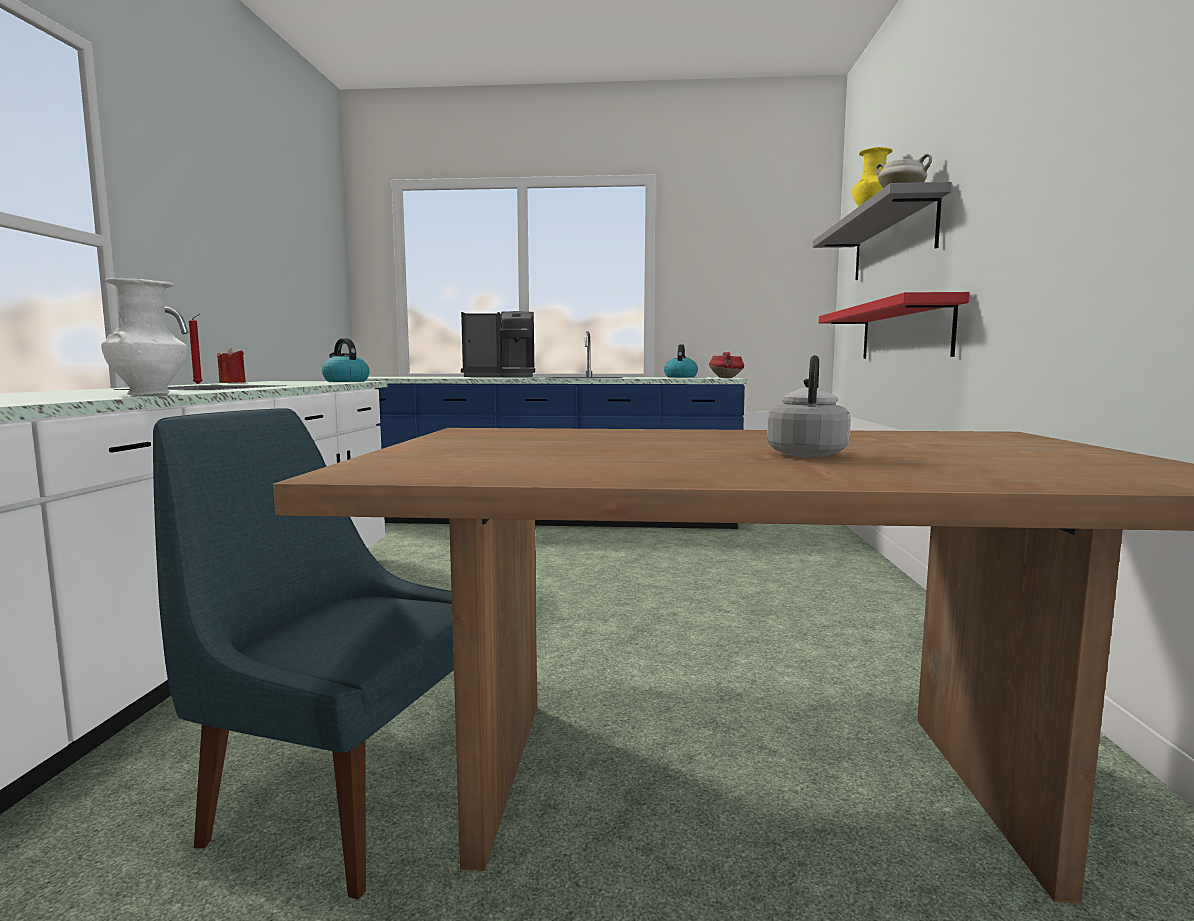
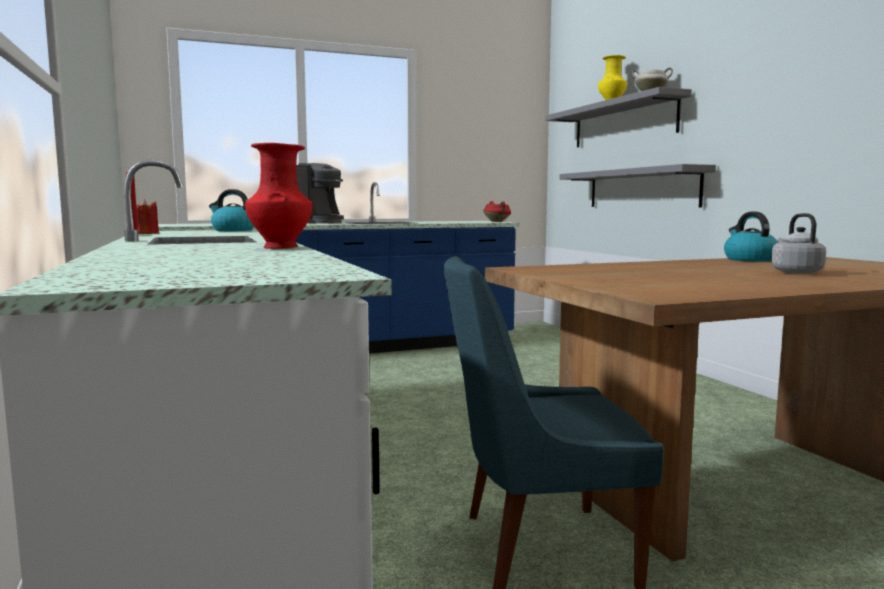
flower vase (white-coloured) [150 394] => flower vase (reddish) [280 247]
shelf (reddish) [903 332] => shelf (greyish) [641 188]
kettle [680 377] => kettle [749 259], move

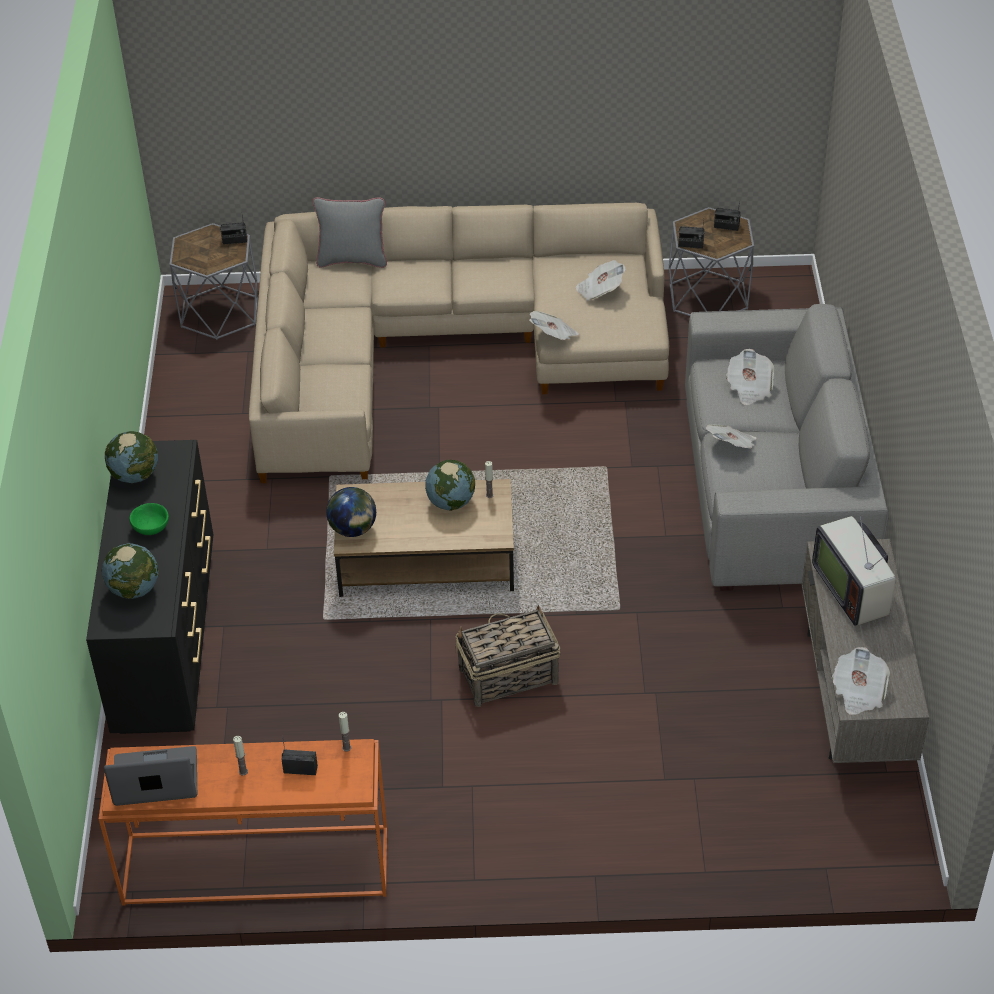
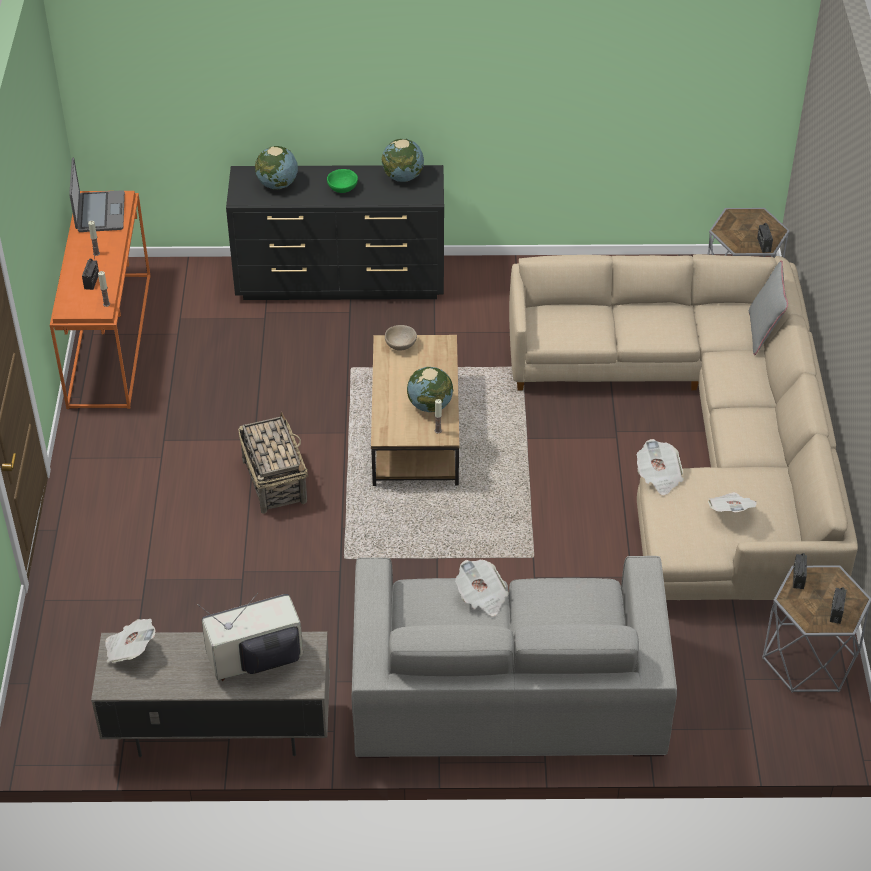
world globe [353 529] => bowl (beige-coloured) [400 345]
daily paper [749 388] => nothing

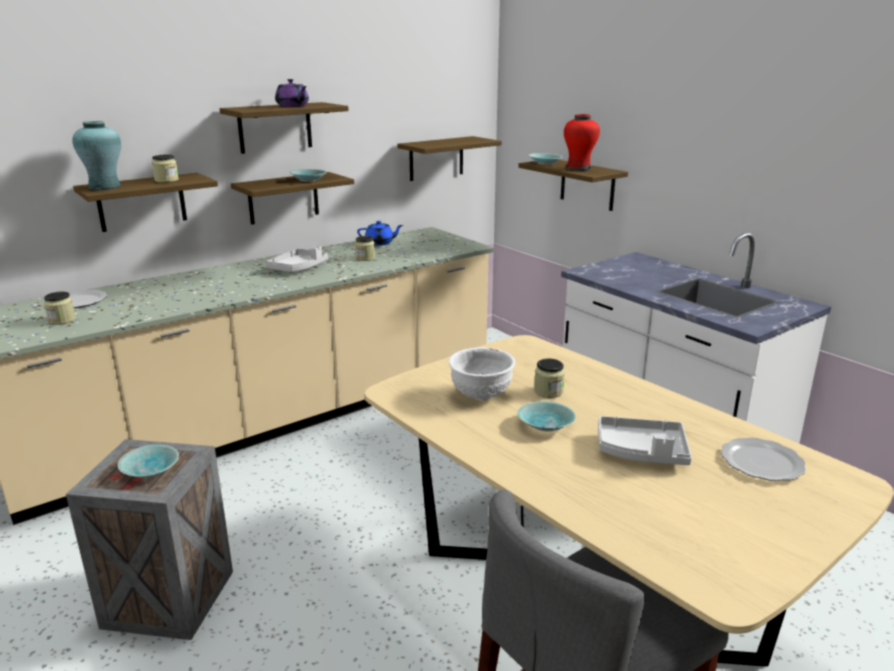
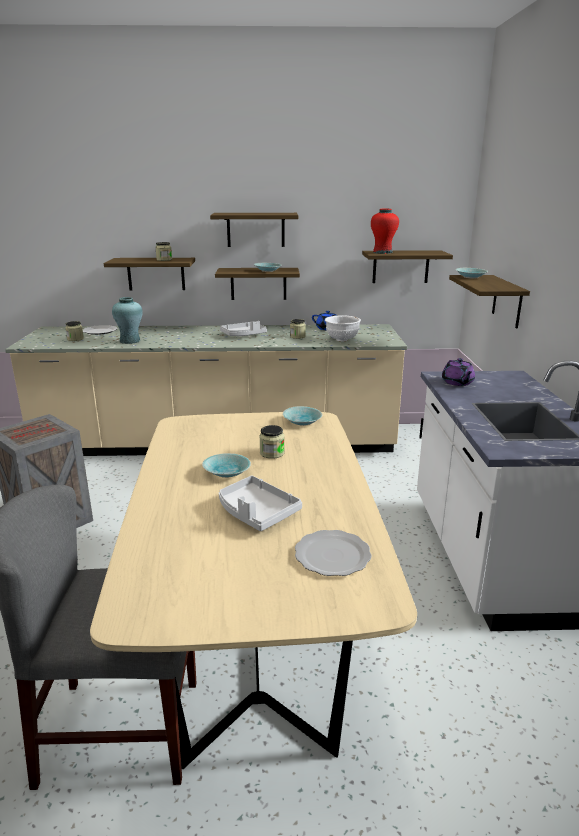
flower vase (turquoise) [104 187] => flower vase (turquoise) [130 341], move
bowl (turquoise) [152 469] => bowl (turquoise) [303 422], move
bowl (white-coloured) [480 395] => bowl (white-coloured) [341 340], move
flower vase (reddish) [578 168] => flower vase (reddish) [382 252], move
tea pot (purplish) [292 106] => tea pot (purplish) [457 383], move

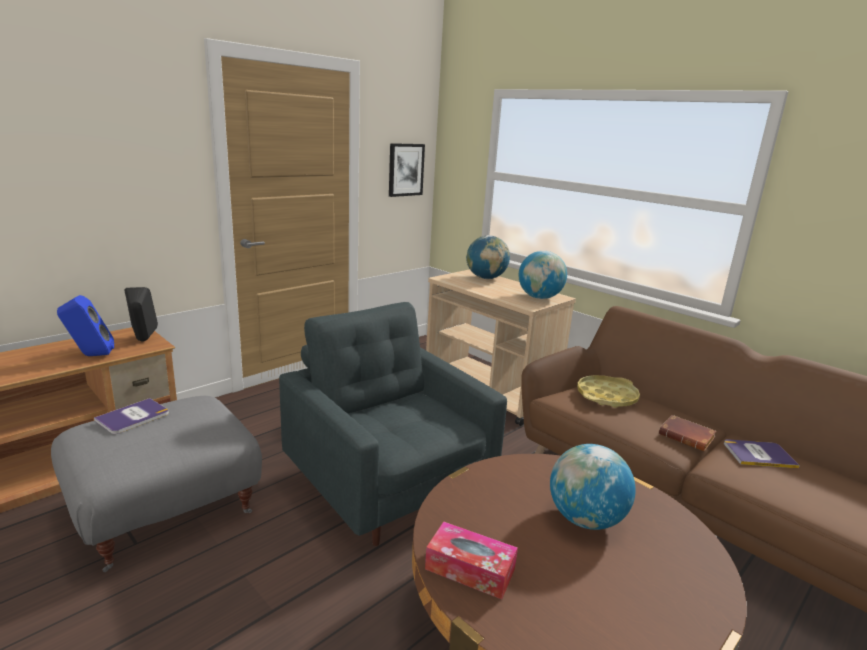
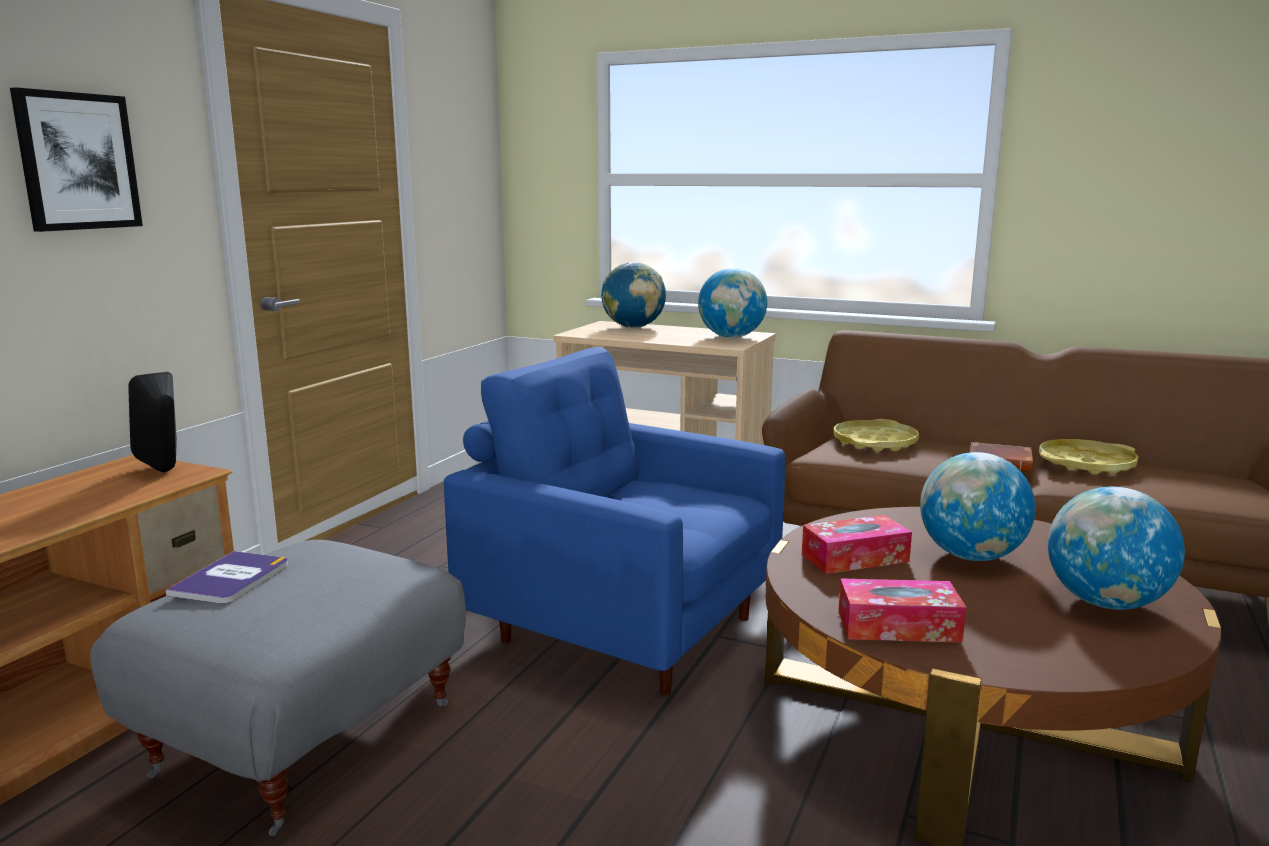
picture [405 169] => picture [77 161], move
easy chair (greyish) [388 485] => easy chair (blue-coloured) [622 627]
nothing => tissue box [855 558]
volume [759 454] => serving tray (yellow) [1086 464]
nothing => world globe [1105 603]
loudspeaker (blue-coloured) [90 355] => nothing

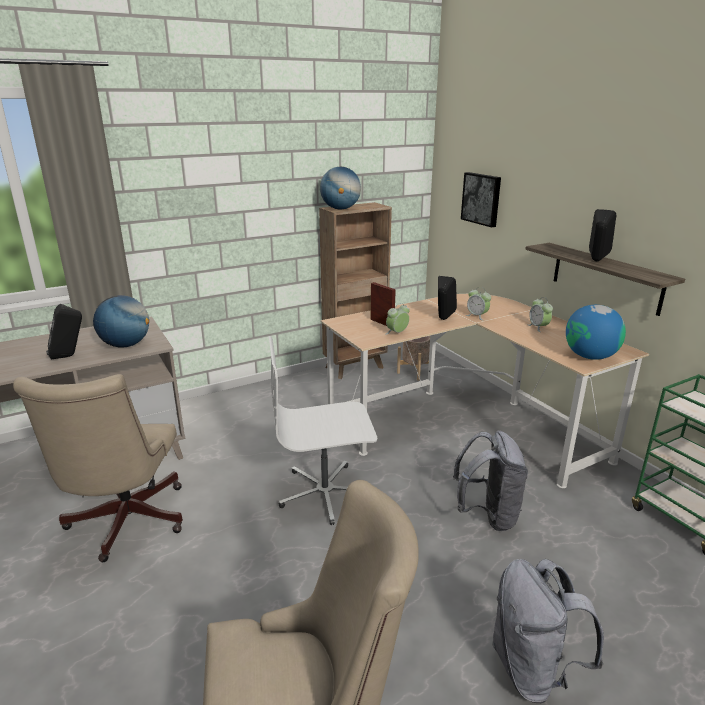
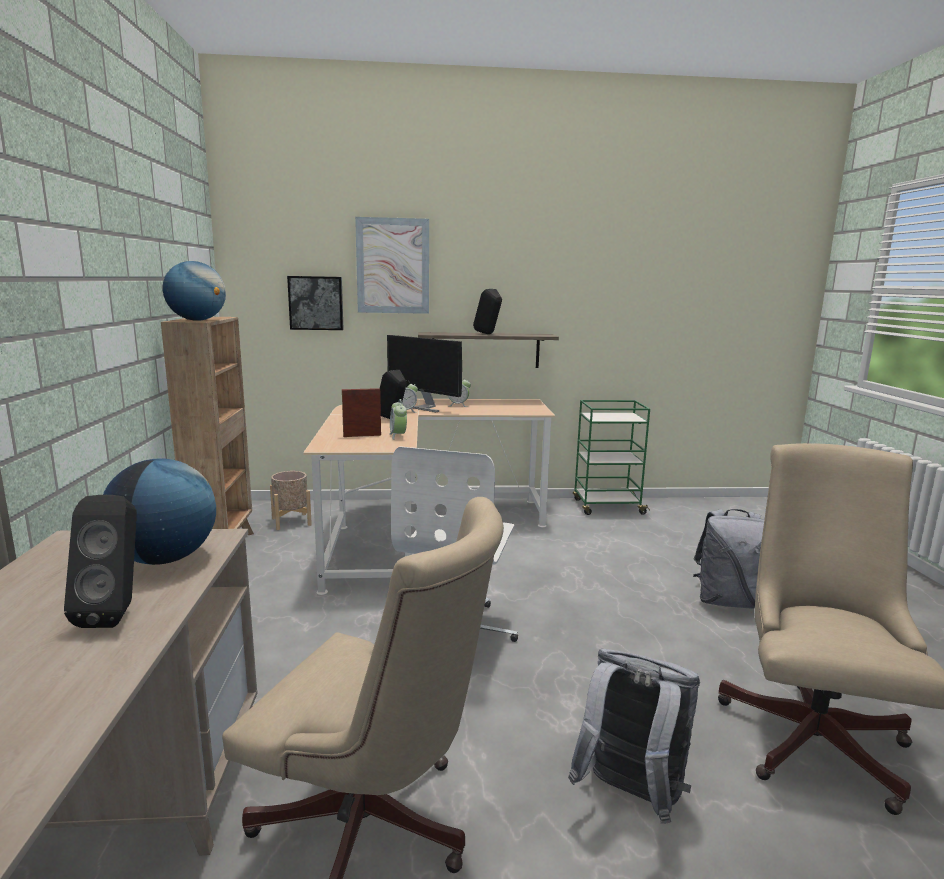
nothing => picture [393 266]
nothing => computer screen [424 407]
rucksack (greyish) [488 515] => rucksack (greyish) [629 796], move
world globe [590 356] => nothing

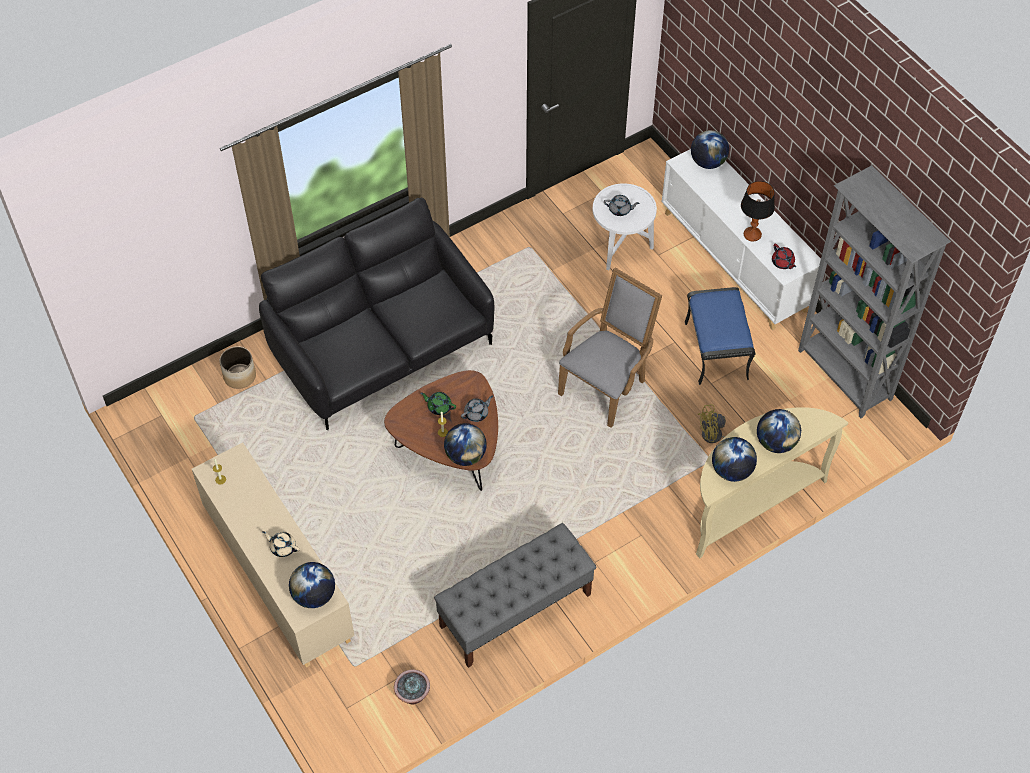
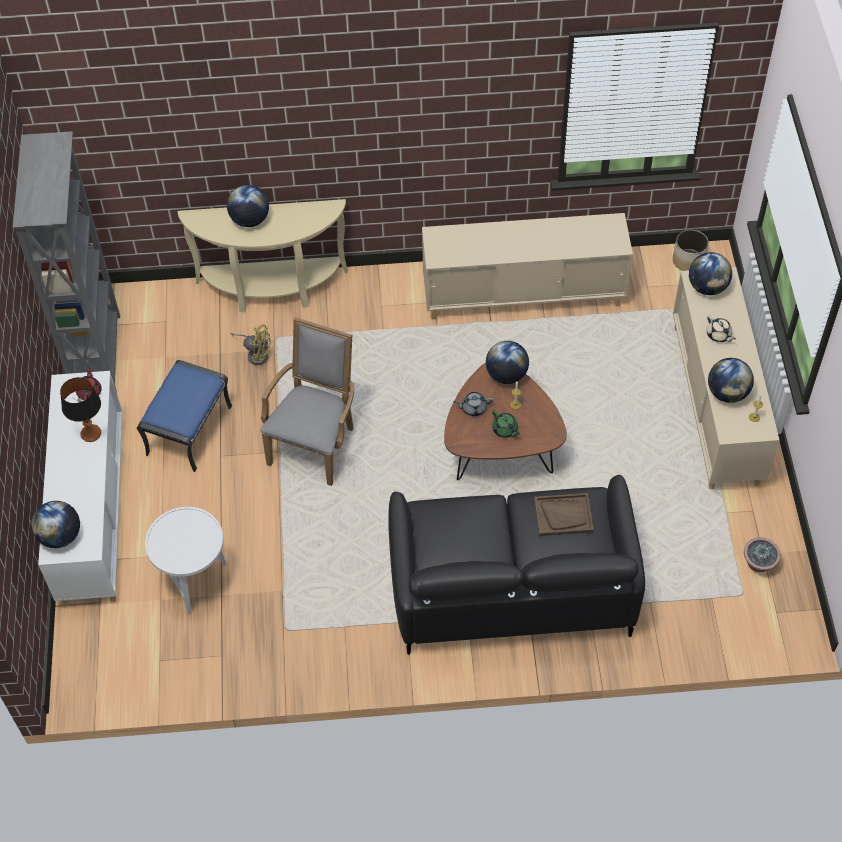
easy chair (greyish) [607 385] => easy chair (greyish) [316 442], 135 degrees clockwise
indoor bench (greyish) [515 610] => storage cabinet (beige-coloured) [524 294]
nothing => serving tray (brown) [563 515]
planter [240 376] => planter [688 261], move
world globe [731 471] => world globe [727 393], move
houseplant [412 695] => houseplant [758 564], move
tea pot (greyish) [620 210] => nothing

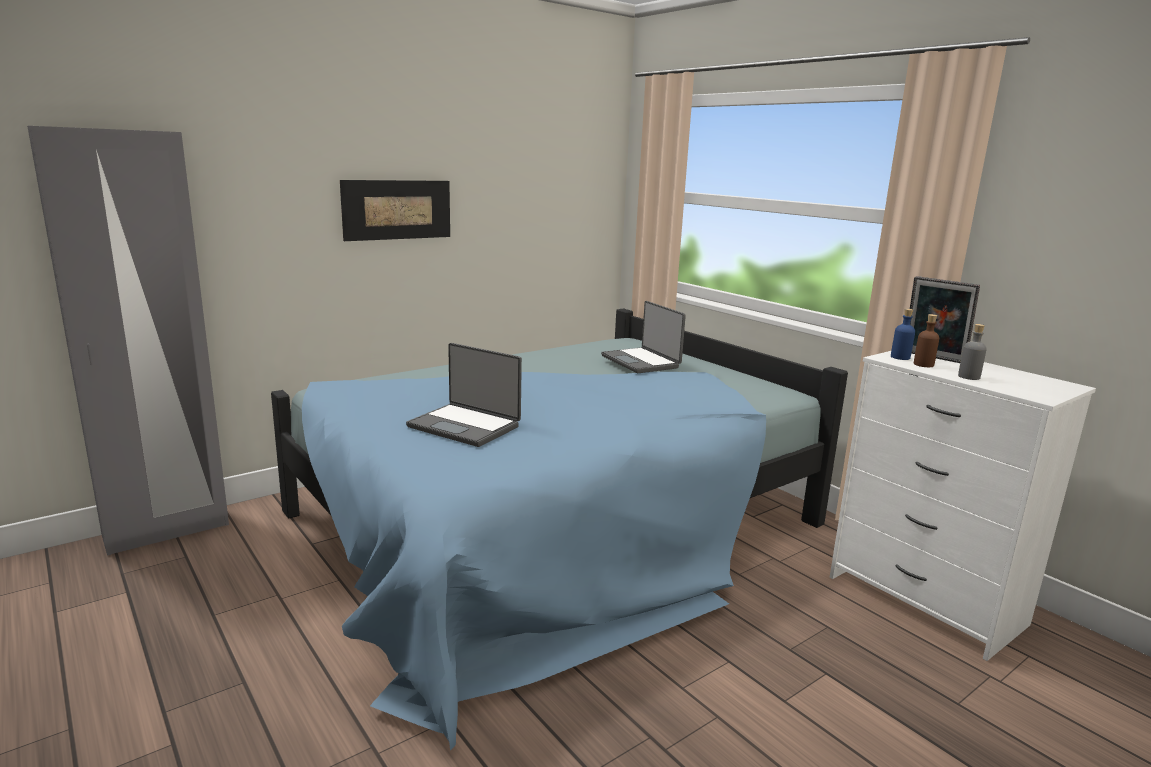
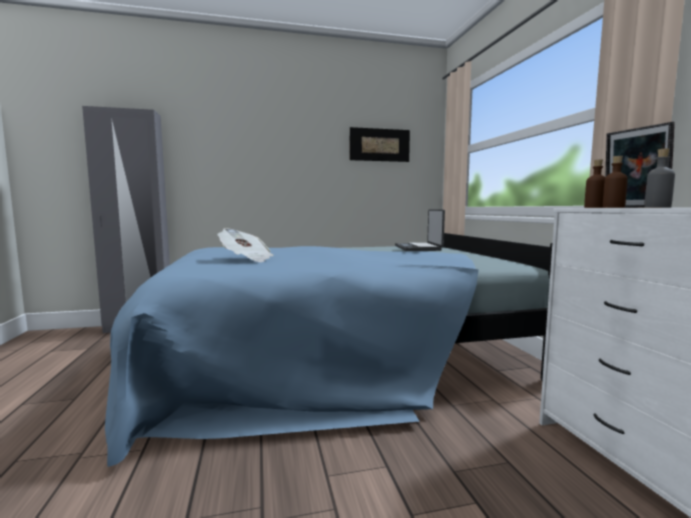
portable computer [465 426] => daily paper [246 259]
picture [397 209] => picture [379 145], move
bottle (blue-coloured) [900 357] => bottle (brown) [594 207]

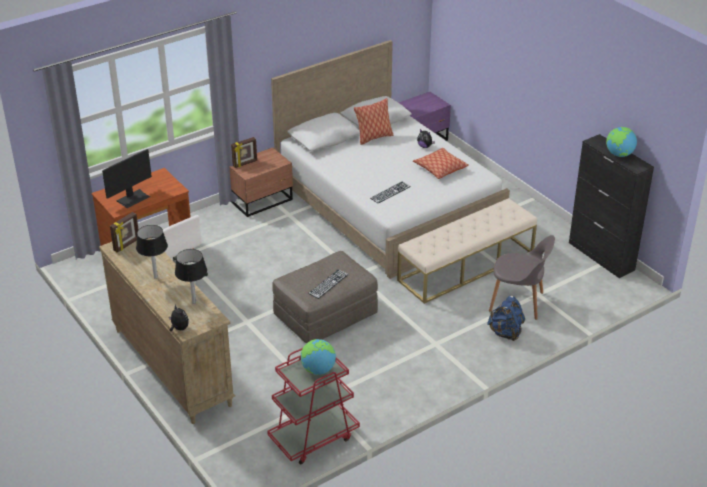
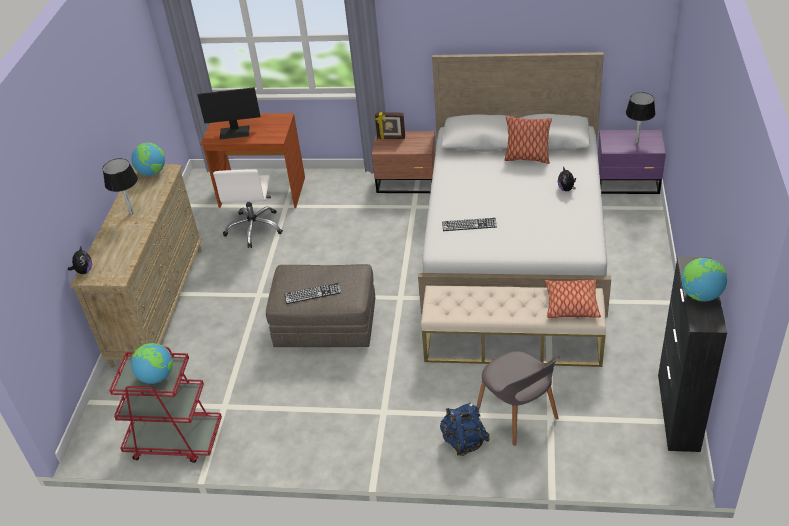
standing frame [127 245] => world globe [152 172]
cushion [440 168] => cushion [571 304], move
lamp for a table (blackish) [194 302] => lamp for a table (blackish) [637 142], move

